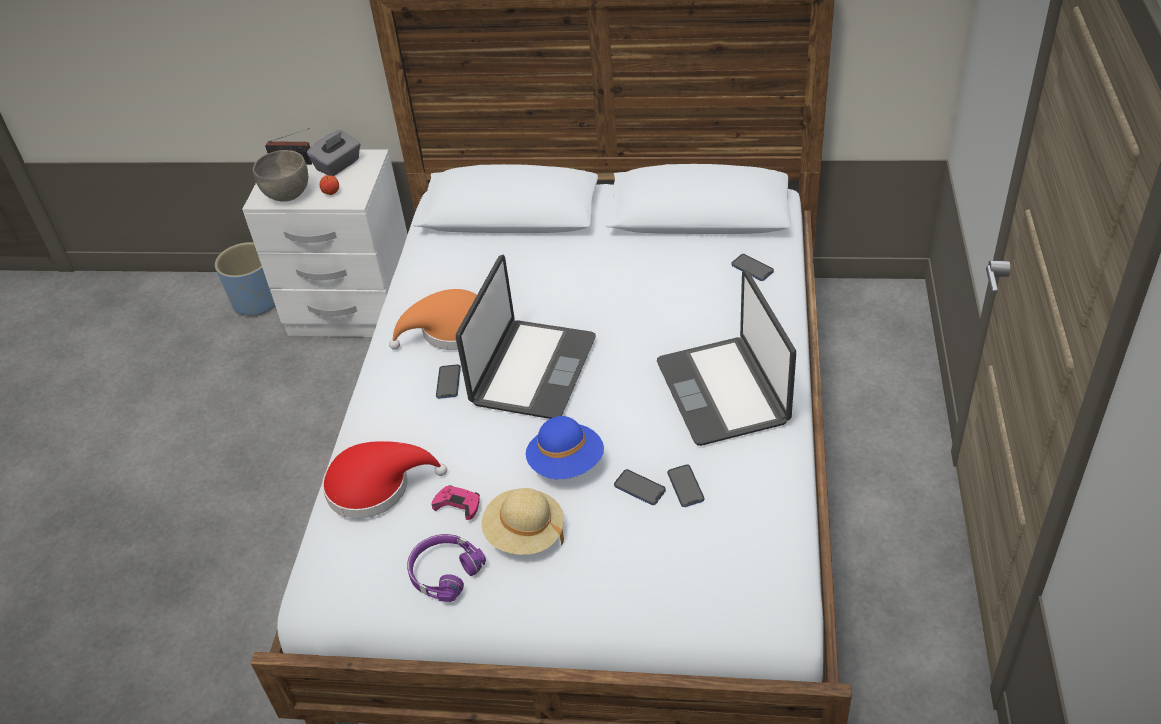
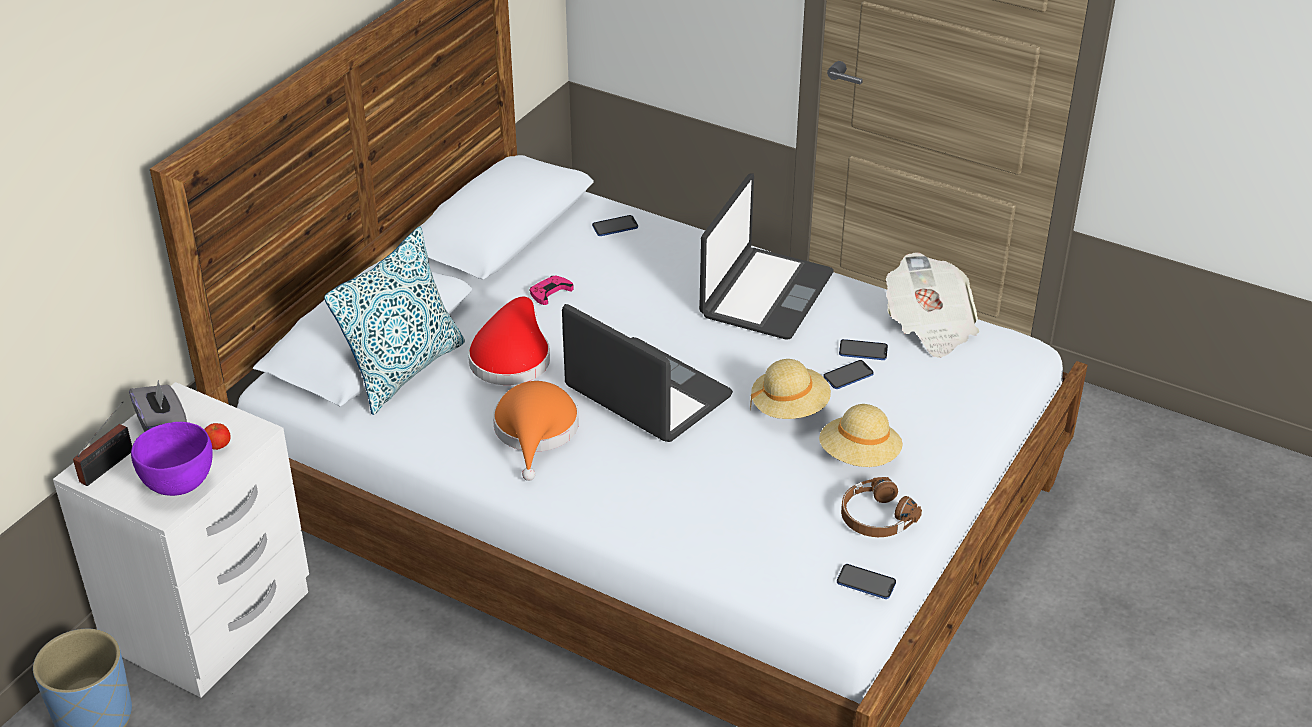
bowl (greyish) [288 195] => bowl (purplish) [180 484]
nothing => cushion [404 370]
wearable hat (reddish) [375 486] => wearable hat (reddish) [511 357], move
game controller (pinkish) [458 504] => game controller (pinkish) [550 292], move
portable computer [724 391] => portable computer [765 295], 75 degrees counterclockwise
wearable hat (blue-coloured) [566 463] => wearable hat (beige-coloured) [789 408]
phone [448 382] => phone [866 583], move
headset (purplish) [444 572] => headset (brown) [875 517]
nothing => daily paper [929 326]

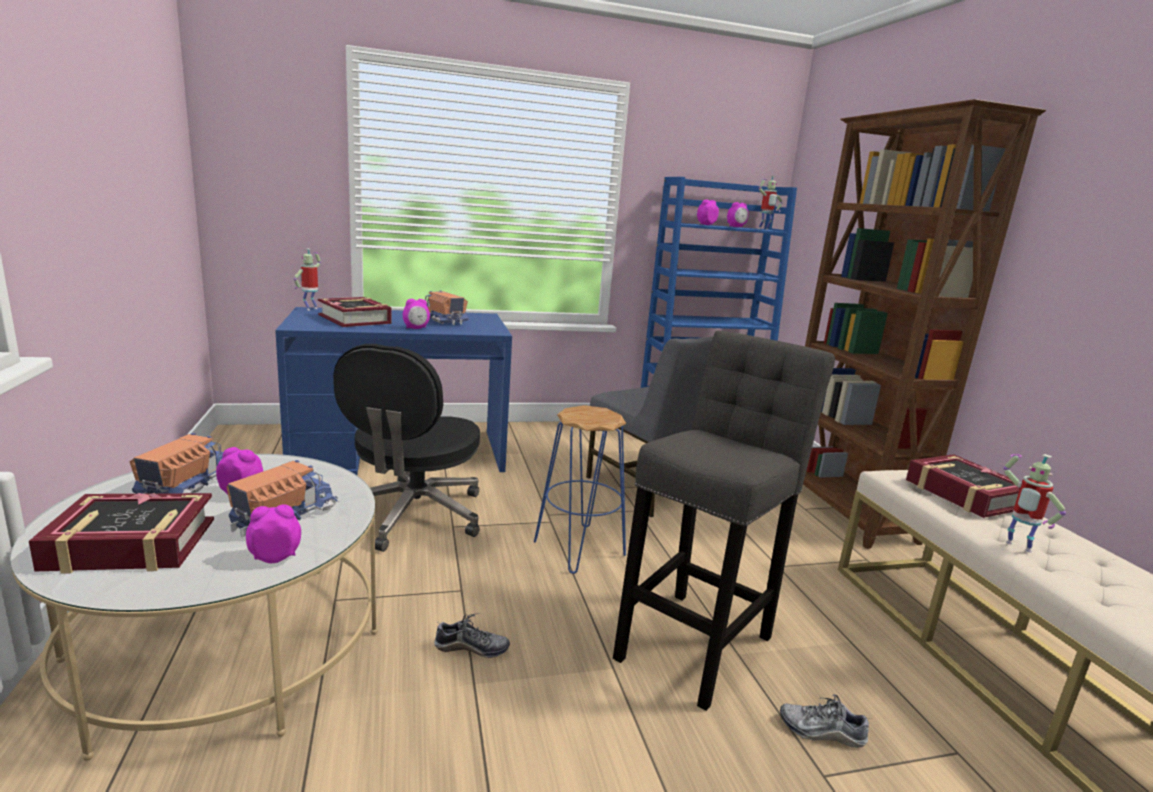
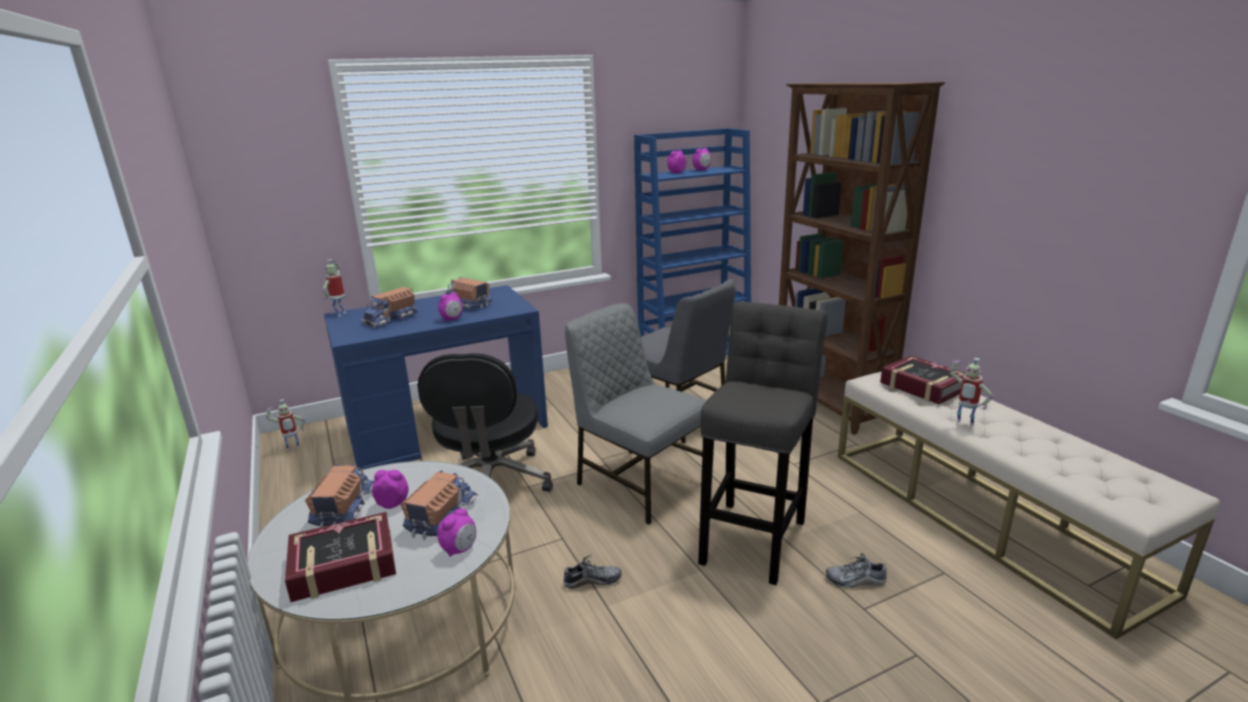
toy robot [764 229] => toy robot [293 449], move
volume [355 319] => toy truck [391 319]
table clock [275 557] => table clock [460 549], 150 degrees clockwise
stool (blue-coloured) [580 548] => chair (greyish) [639 482]

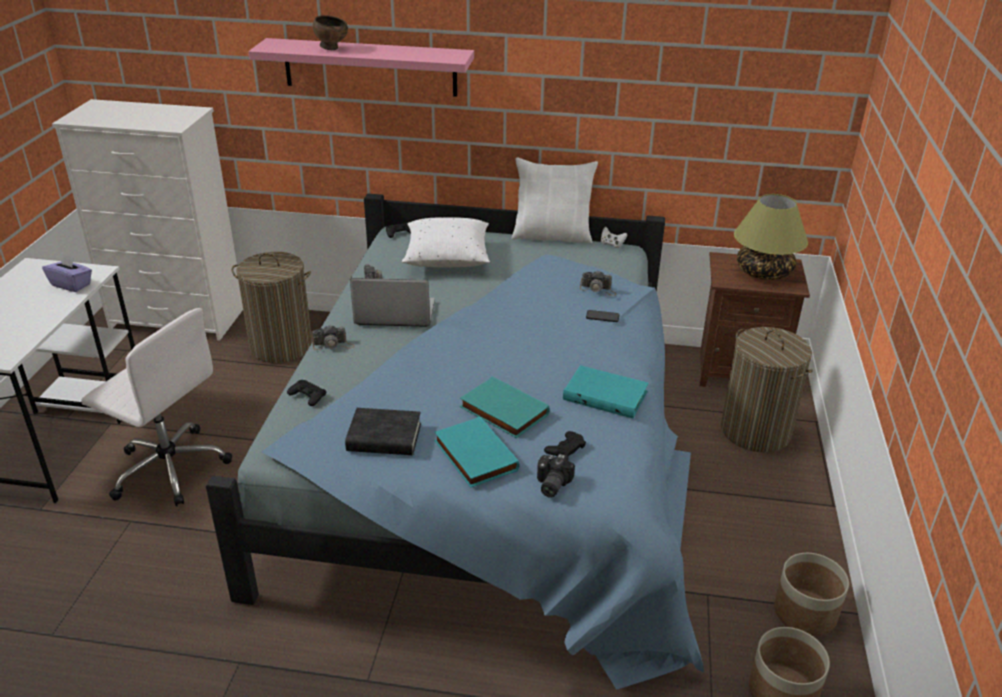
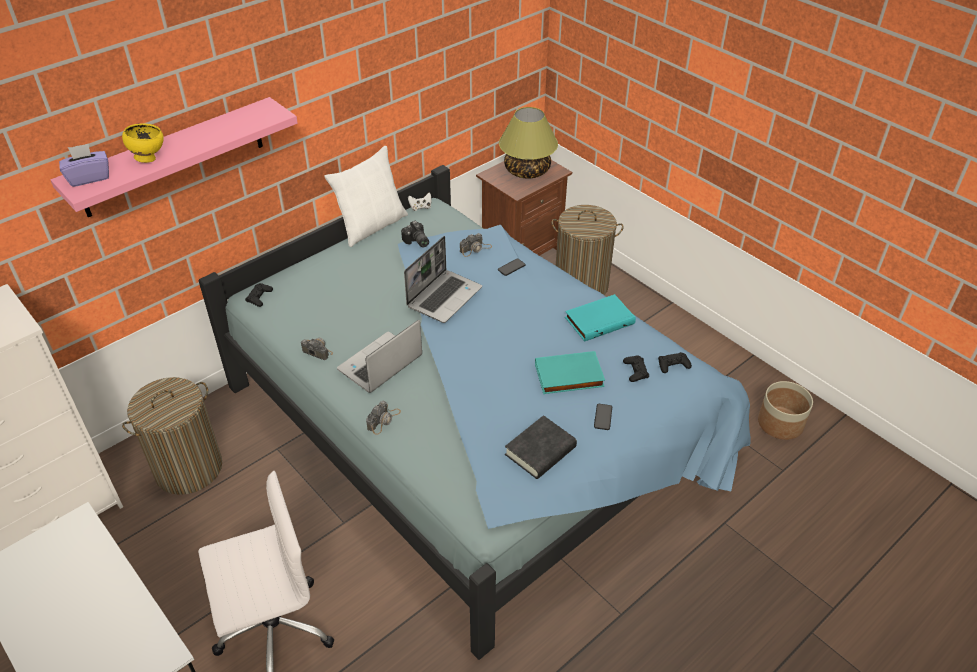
tissue box (purplish) [71 284] => tissue box (purplish) [89 177], move
bowl (brown) [332 48] => bowl (yellow) [148 158]
still camera [550 484] => still camera [416 242], move
nothing => portable computer [444 296]
volume (turquoise) [473 456] => phone [603 417]
game controller (blackish) [307 396] => game controller (blackish) [673 365], move
cushion (white-coloured) [447 258] => nothing
planter [805 613] => nothing

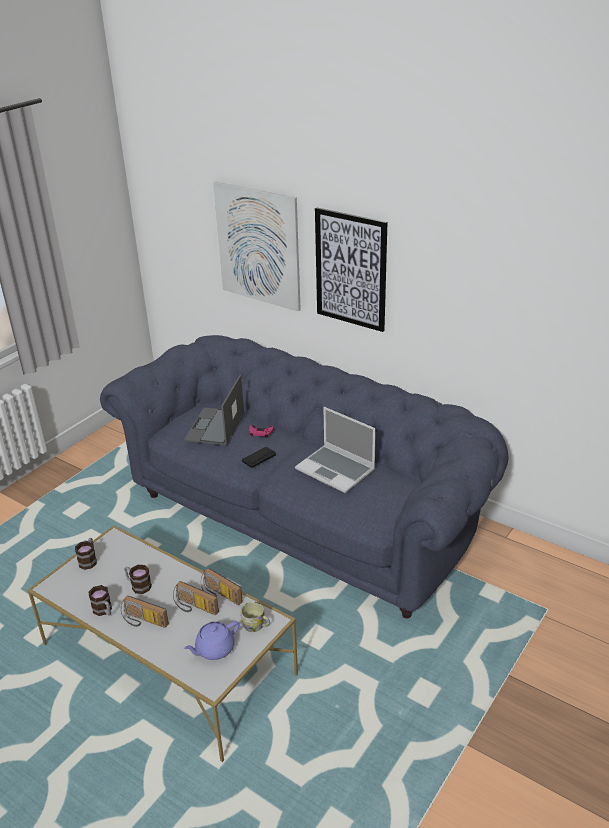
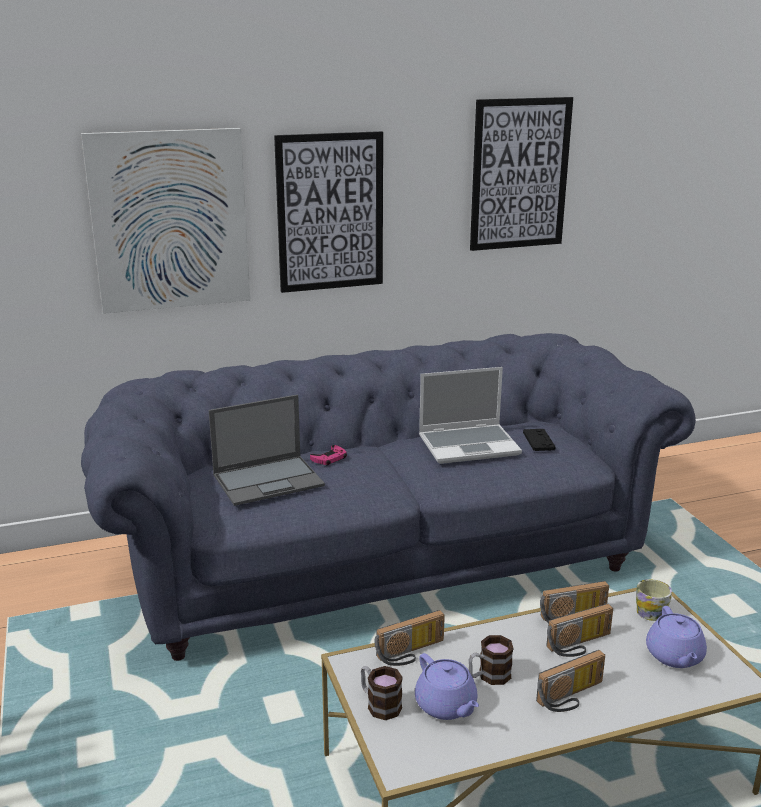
portable computer [215 427] => portable computer [269 480], 75 degrees counterclockwise
nothing => radio receiver [411 653]
nothing => tea pot (purplish) [446 706]
nothing => picture [519 174]
game controller (blackish) [259 458] => game controller (blackish) [538 441], move
tea mug [104 611] => nothing

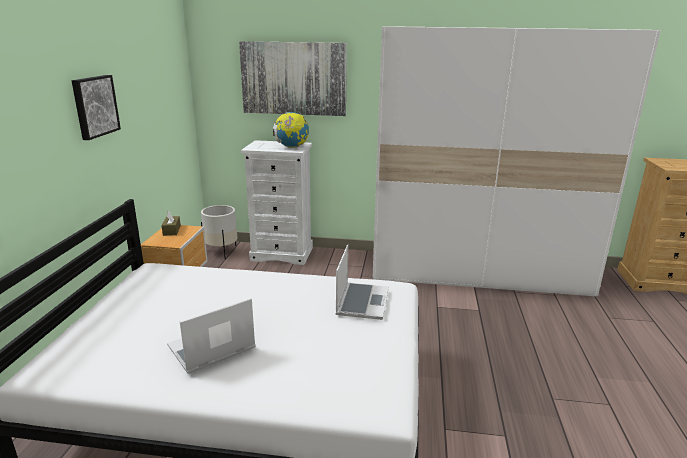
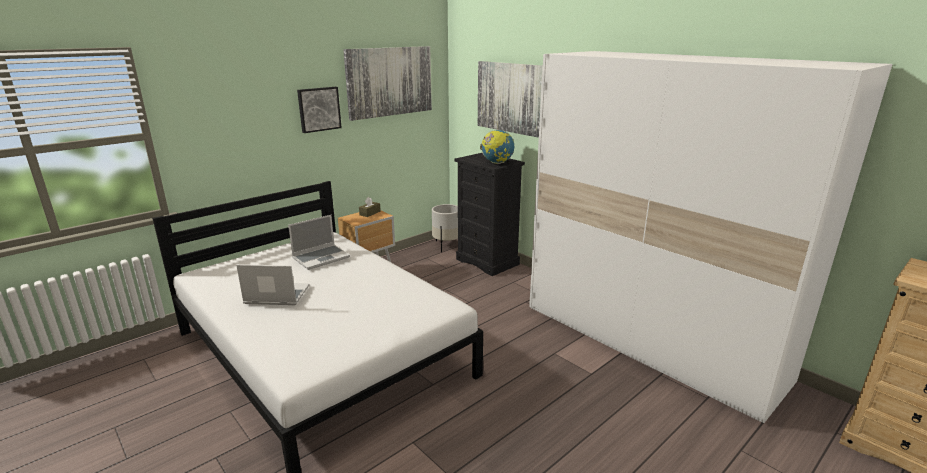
portable computer [361 302] => portable computer [321 258], move
nothing => picture [390 81]
dresser (white-coloured) [282 254] => dresser (blackish) [487 262]

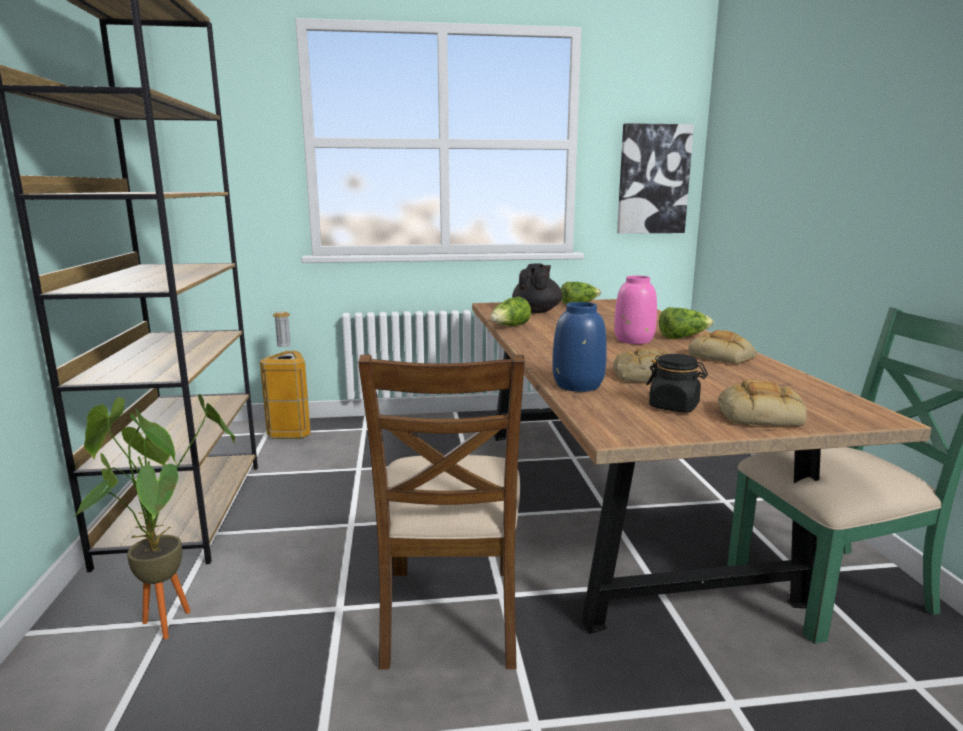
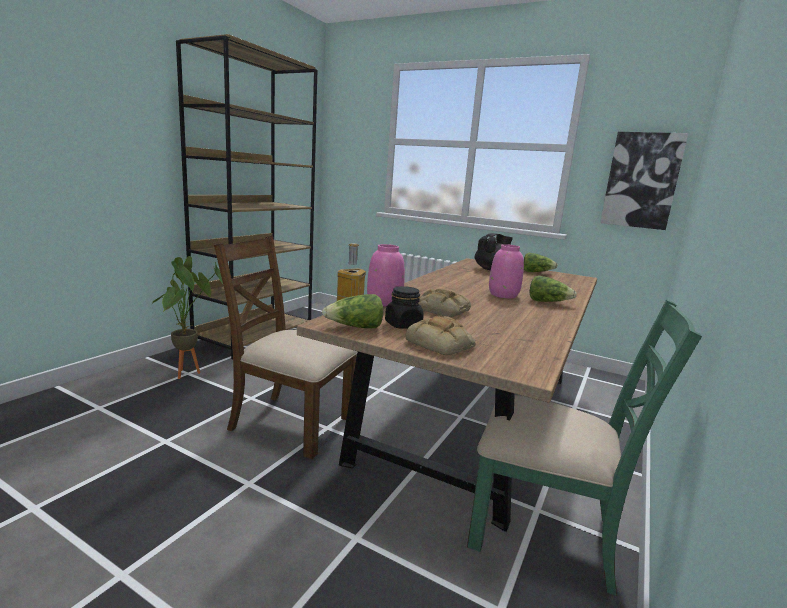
chair (brown) [450 614] => chair (brown) [290 423], 75 degrees clockwise
lettuce [510 327] => lettuce [355 327], move
flower vase (blue-coloured) [578 385] => flower vase (pinkish) [384 302]
bakery bread [723 356] => nothing

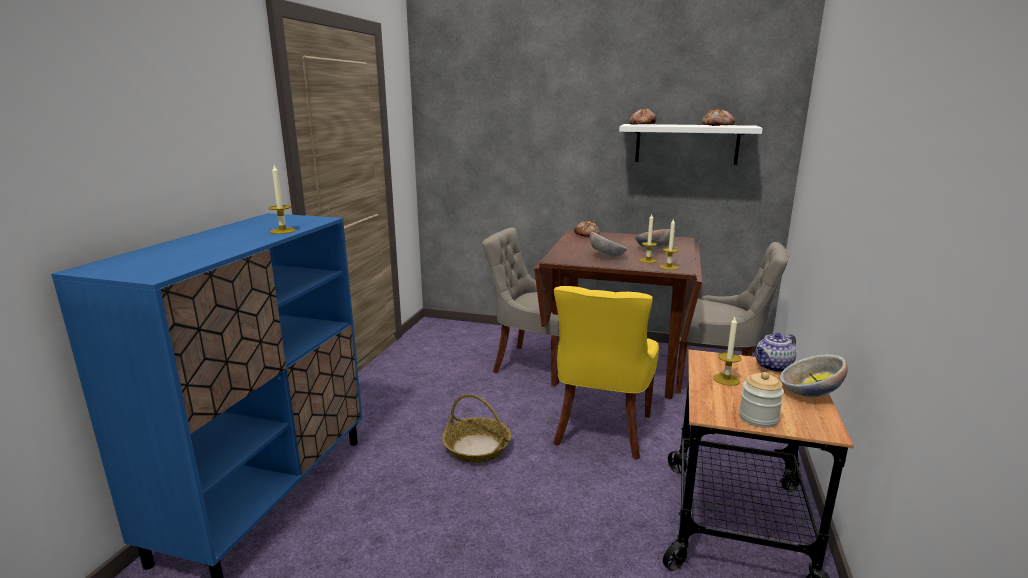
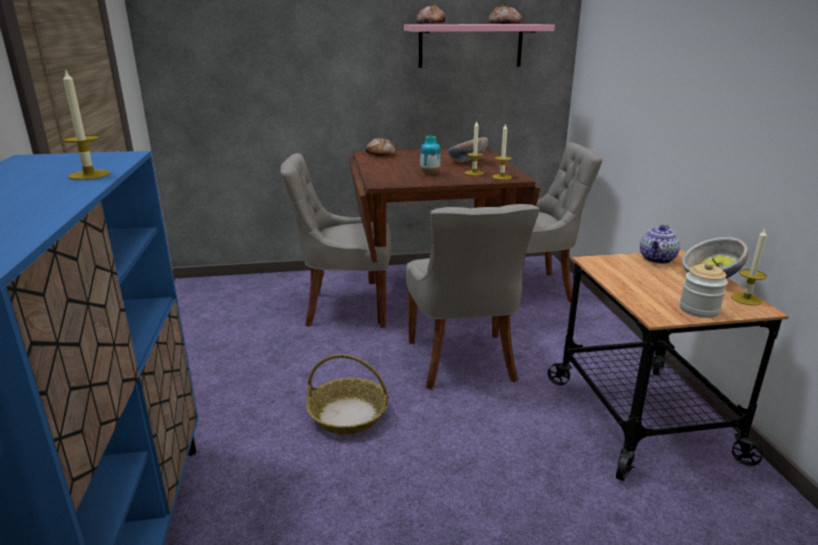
shelf (white-coloured) [686 144] => shelf (pinkish) [470 45]
chair (yellow) [601 431] => chair (greyish) [463 362]
bowl [607 256] => flower vase [430 174]
wax light [726 379] => wax light [746 299], move

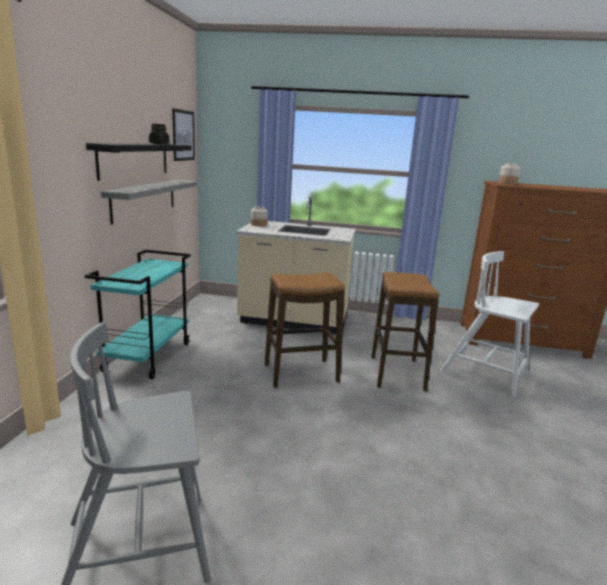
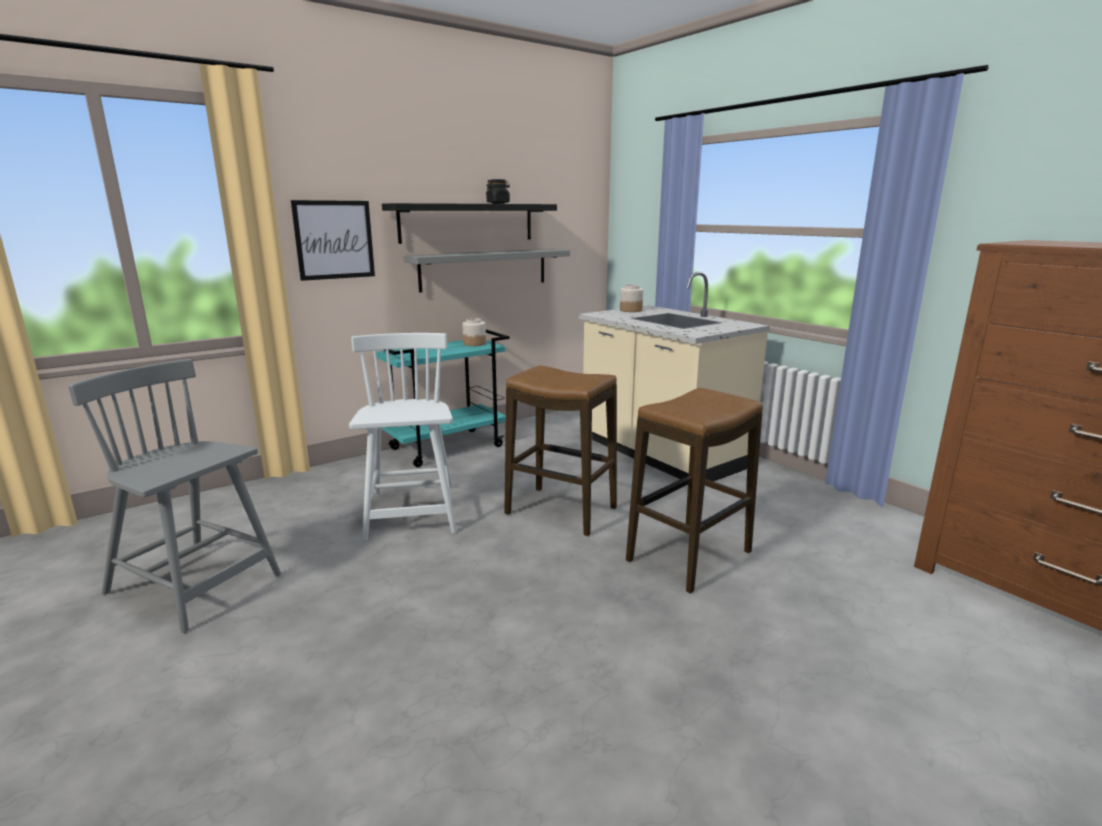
picture [183 135] => picture [334 240], move
chair (white-coloured) [486 374] => chair (white-coloured) [412 513], move
preserve jar [507 184] => preserve jar [474 343], move

